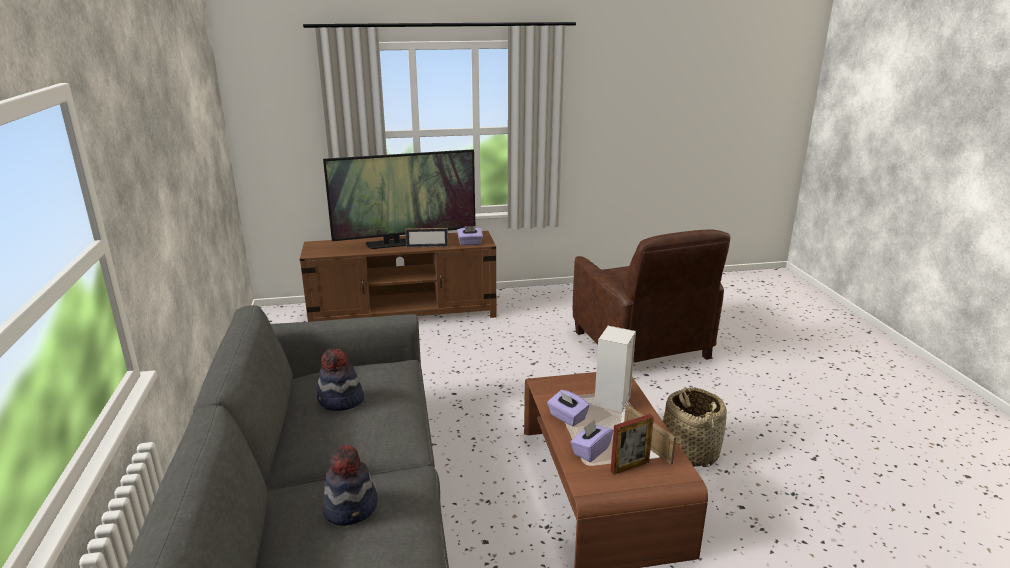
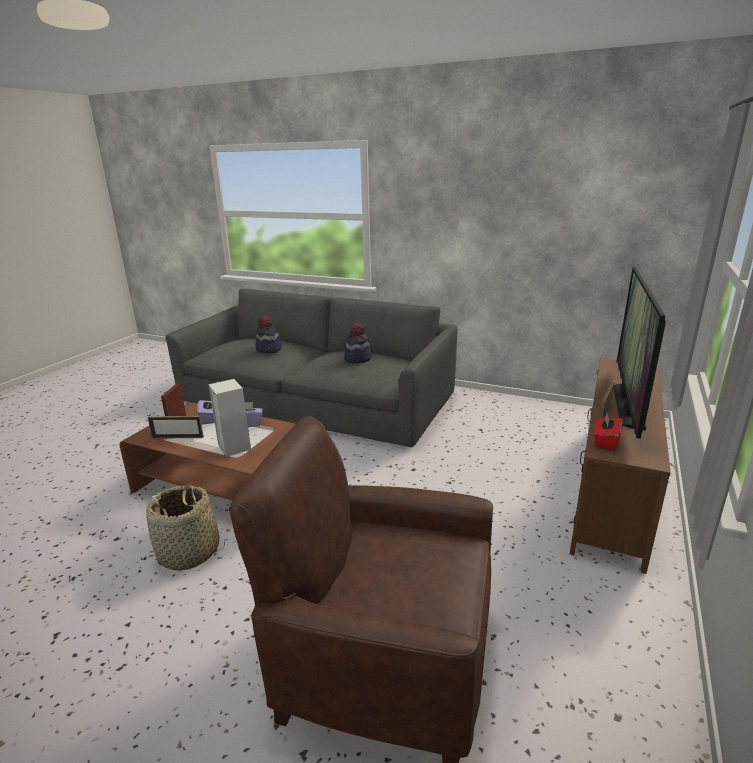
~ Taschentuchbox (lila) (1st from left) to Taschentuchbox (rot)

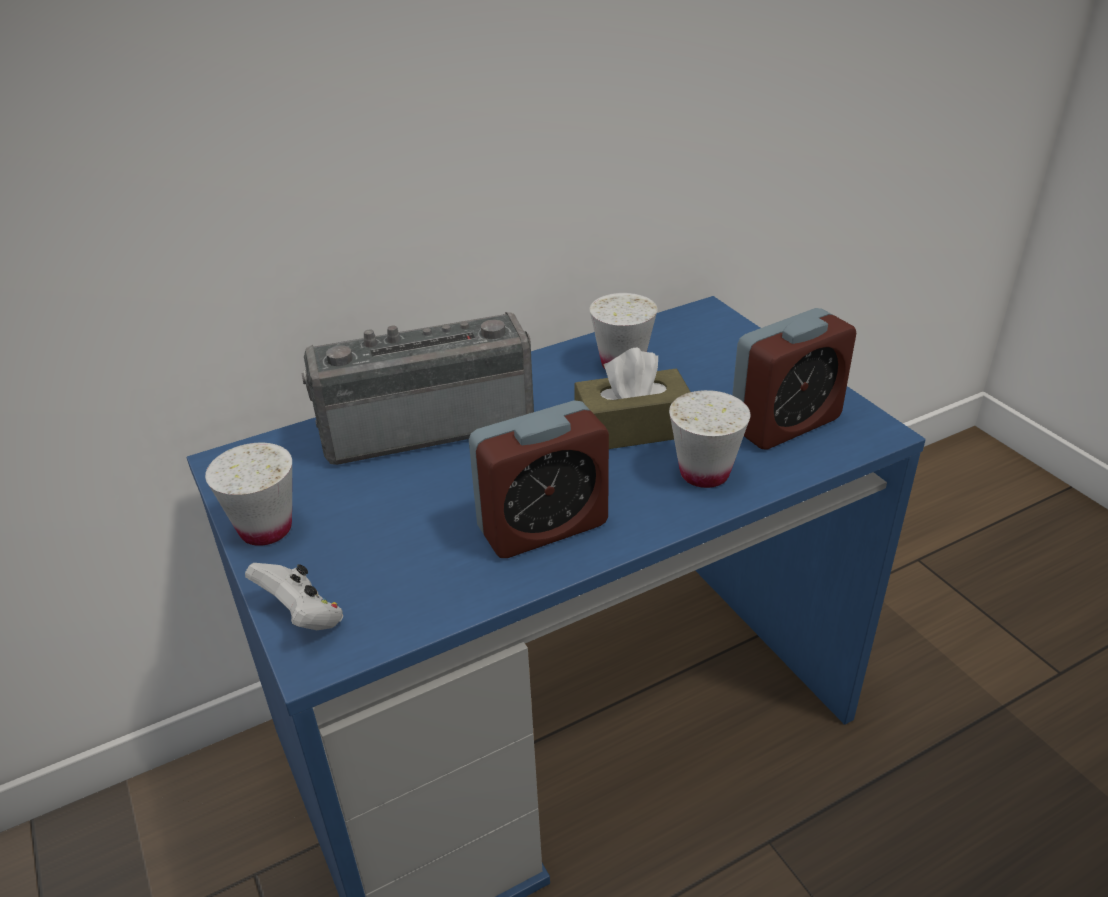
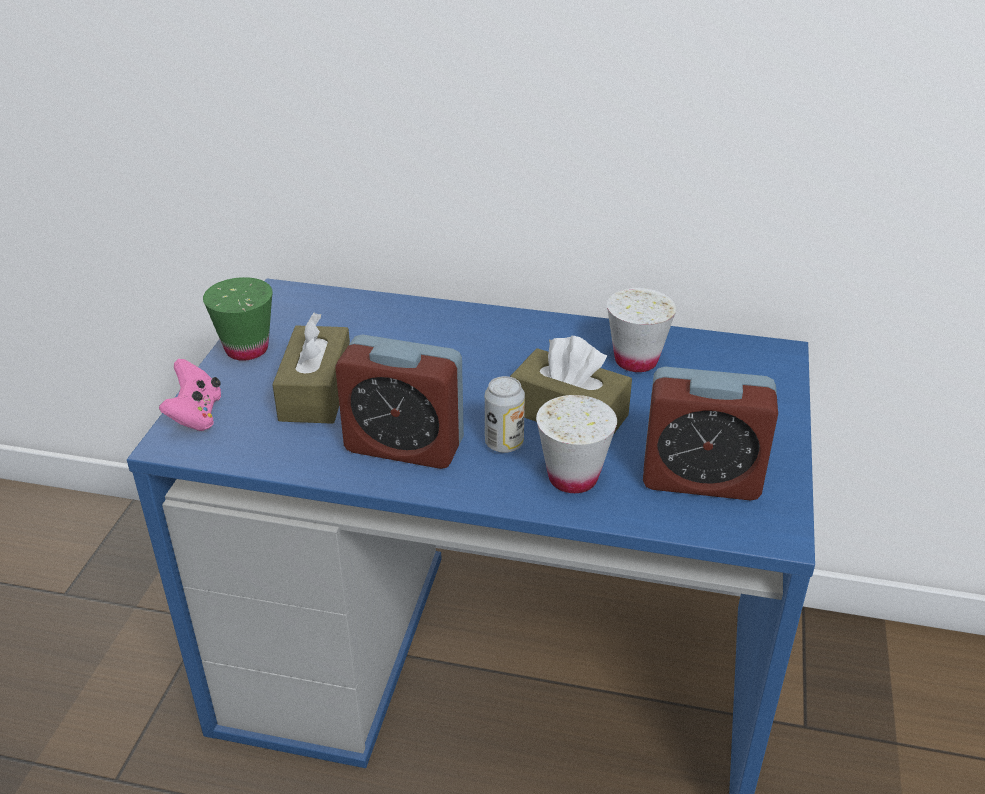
- Radio
+ Taschentuchbox (braun) (1st from left)
+ Dose
~ Tasse (weiß) (1st from left) to Tasse (grün)
~ Gamepad (weiß) to Gamepad (rosa)

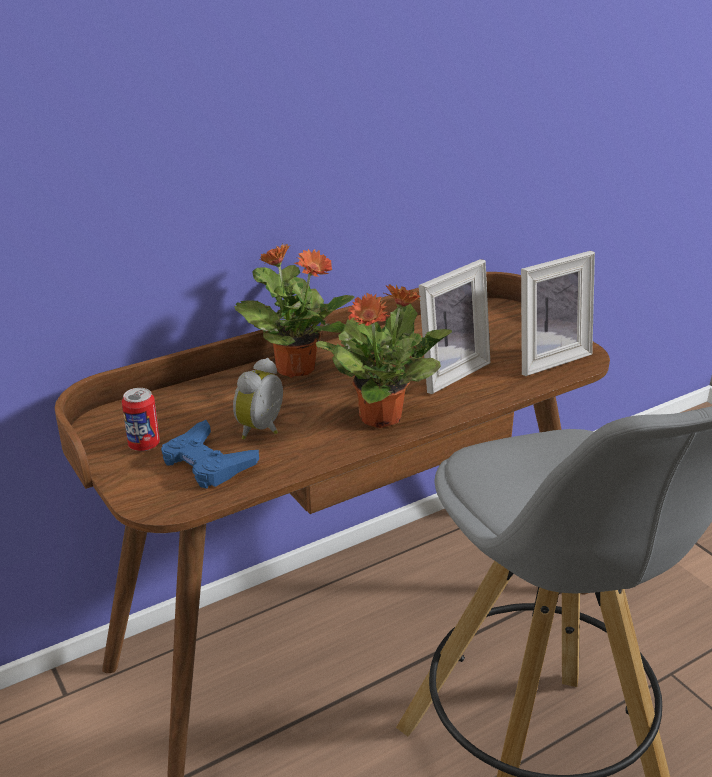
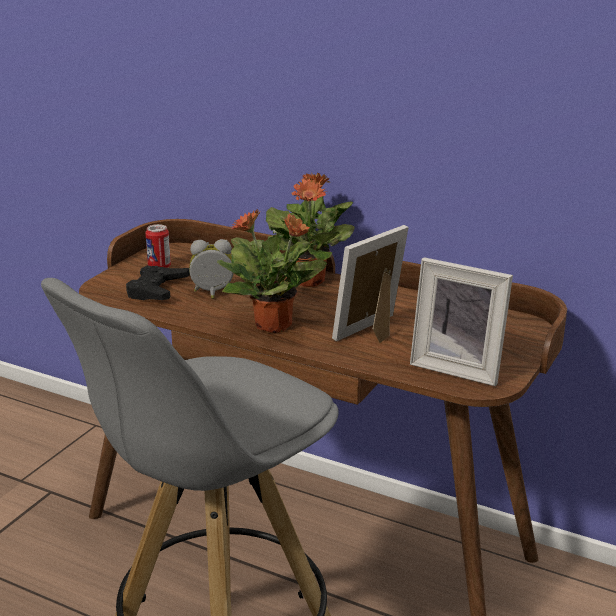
~ Gamepad (blau) to Gamepad (schwarz)
~ Bilderrahmen (1st from left) 120 degrees clockwise

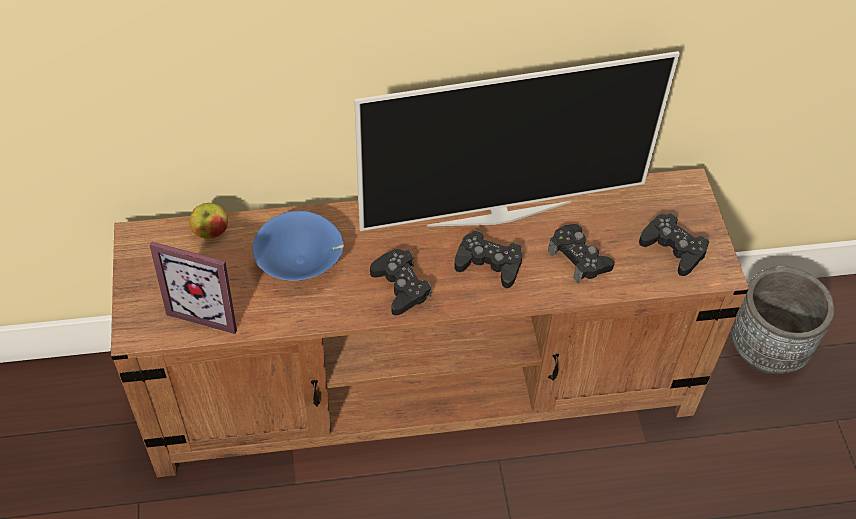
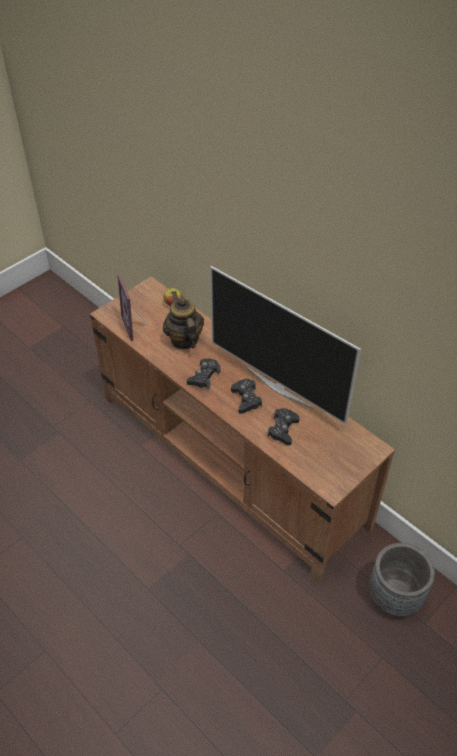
- Gamepad (schwarz) (4th from left)
~ Schüssel (blau) to Teekanne

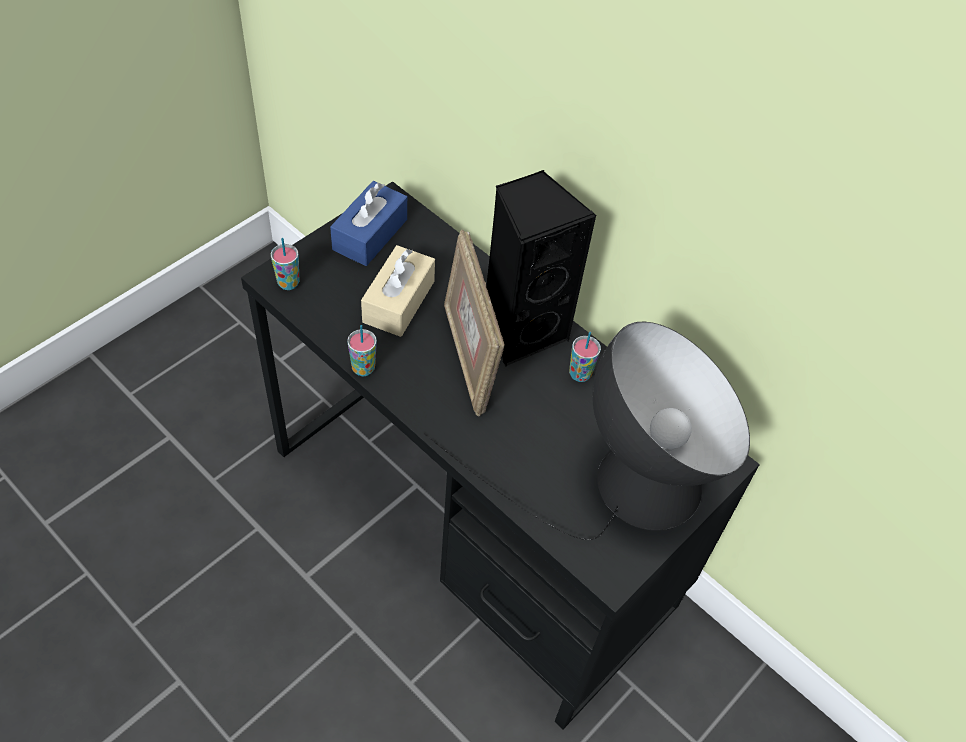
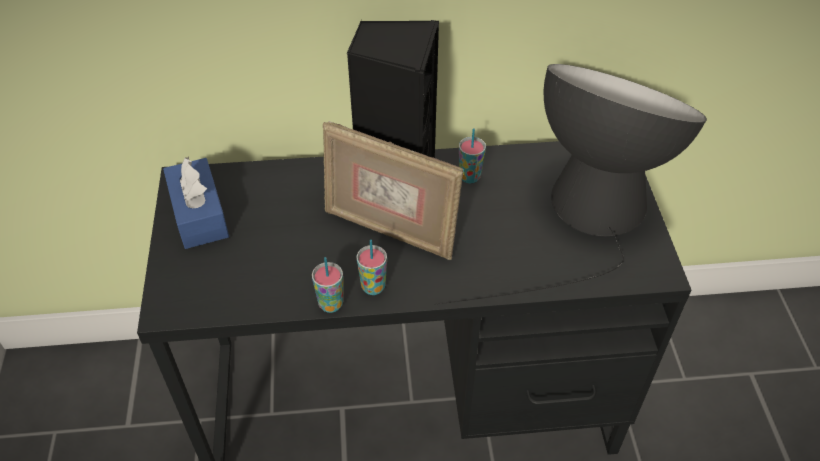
- Taschentuchbox (beige)
~ Tasse (1st from left in the first image) to Tasse (2nd from left)

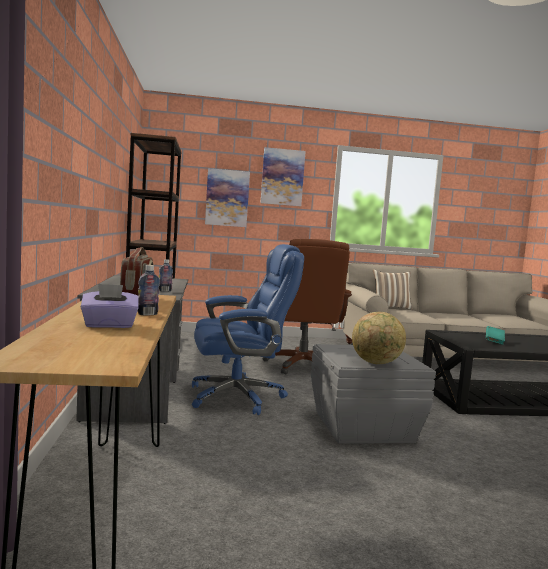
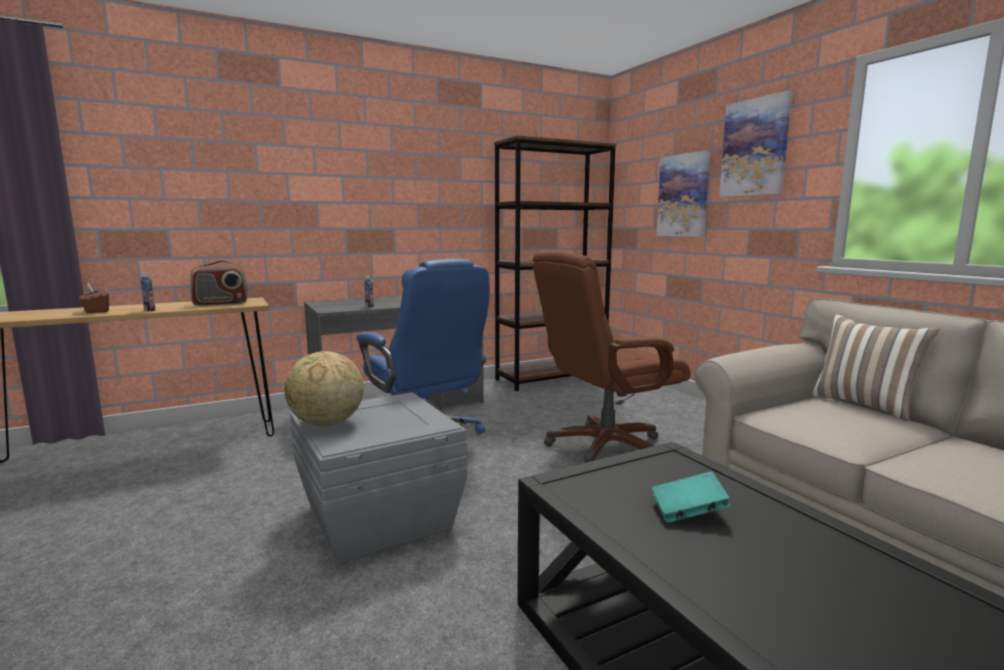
~ Taschentuchbox (lila) to Taschentuchbox (braun)

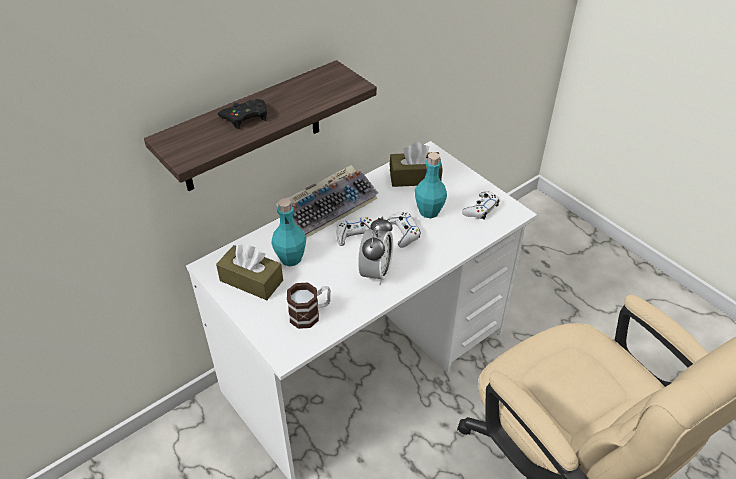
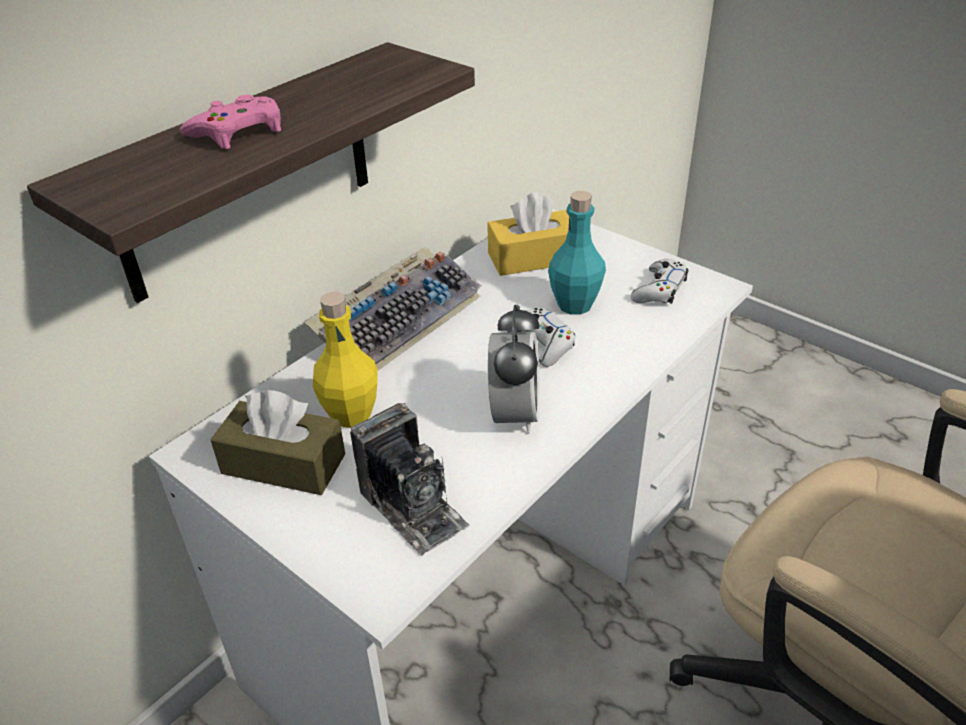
- Gamepad (weiß) (1st from left)
~ Henkelbecher to Kamera
~ Gamepad (schwarz) to Gamepad (rosa)
~ Flasche (türkis) (1st from left) to Flasche (gelb)
~ Taschentuchbox (braun) (2nd from left) to Taschentuchbox (gelb)

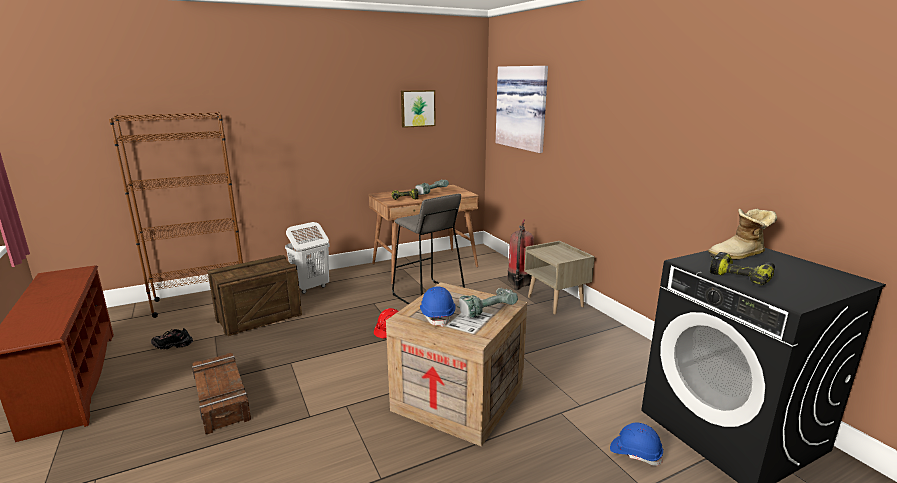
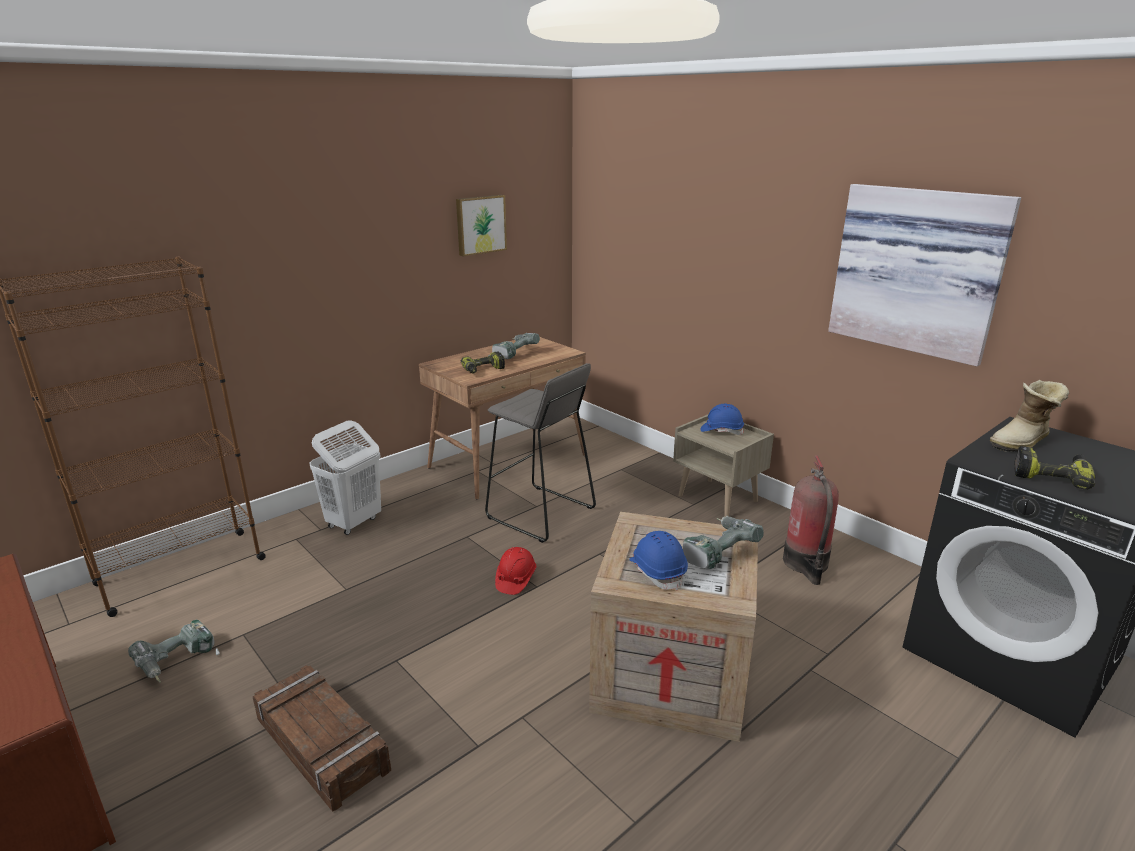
- Kiste (2nd from left)
~ Bild (2nd from left)
~ Feuerlöscher
~ Schutzhelm (blau) (2nd from left)
~ Schuh (schwarz) to Bohrmaschine (1st from left)

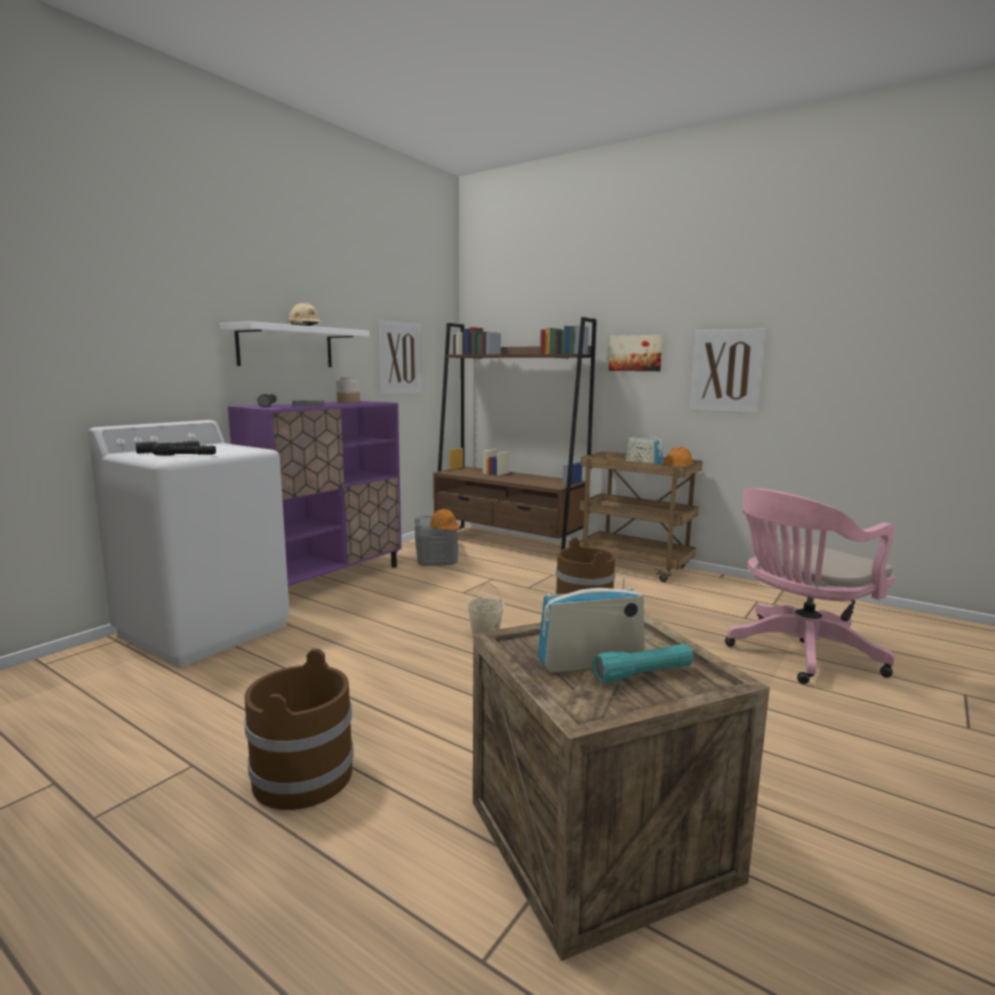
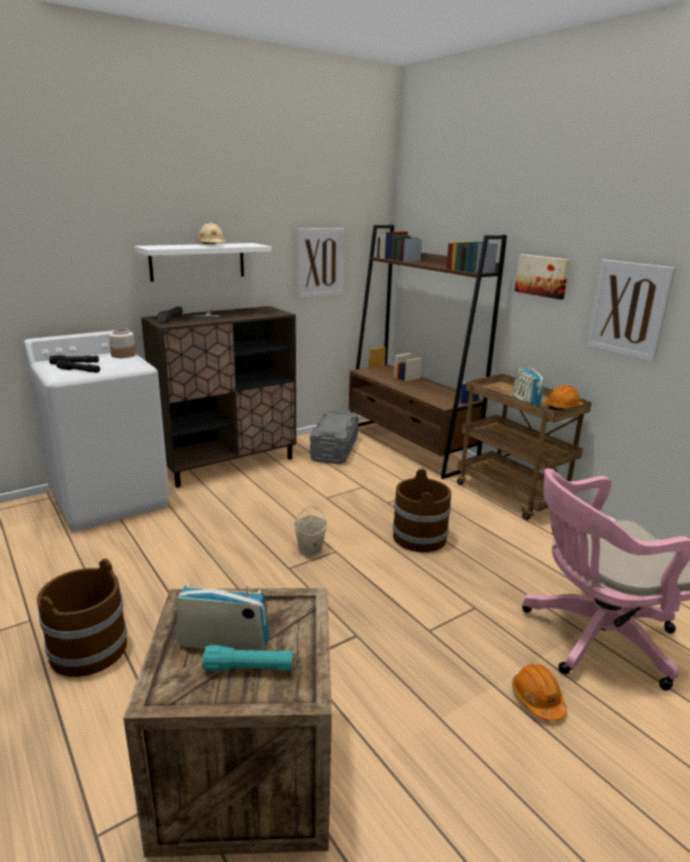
~ Vorratsglas
~ Schutzhelm (orange) (1st from left)
~ Schrank (lila) to Schrank (braun)

